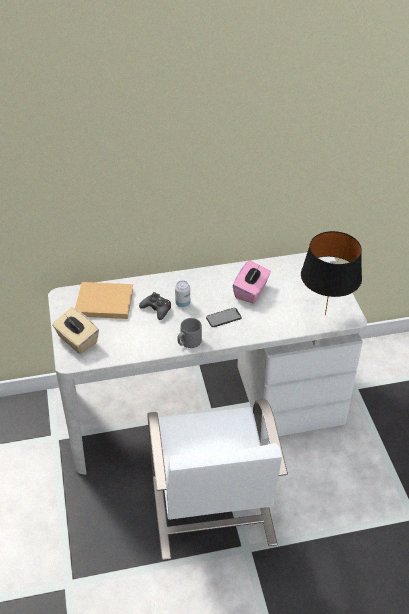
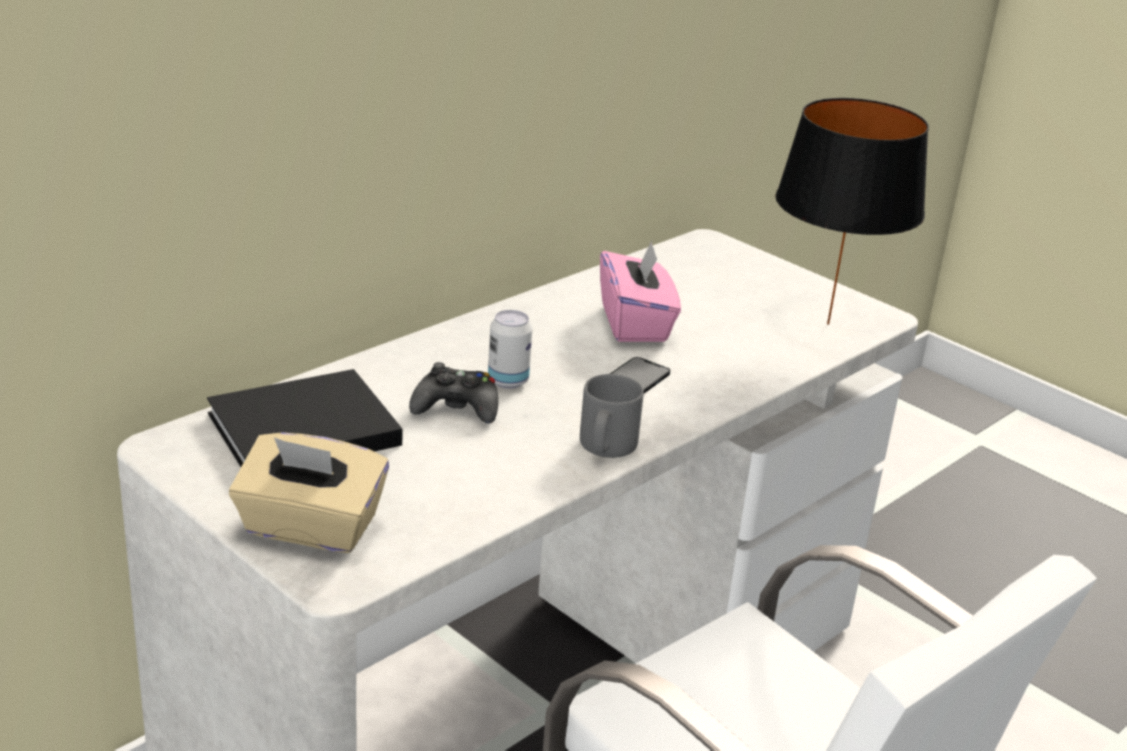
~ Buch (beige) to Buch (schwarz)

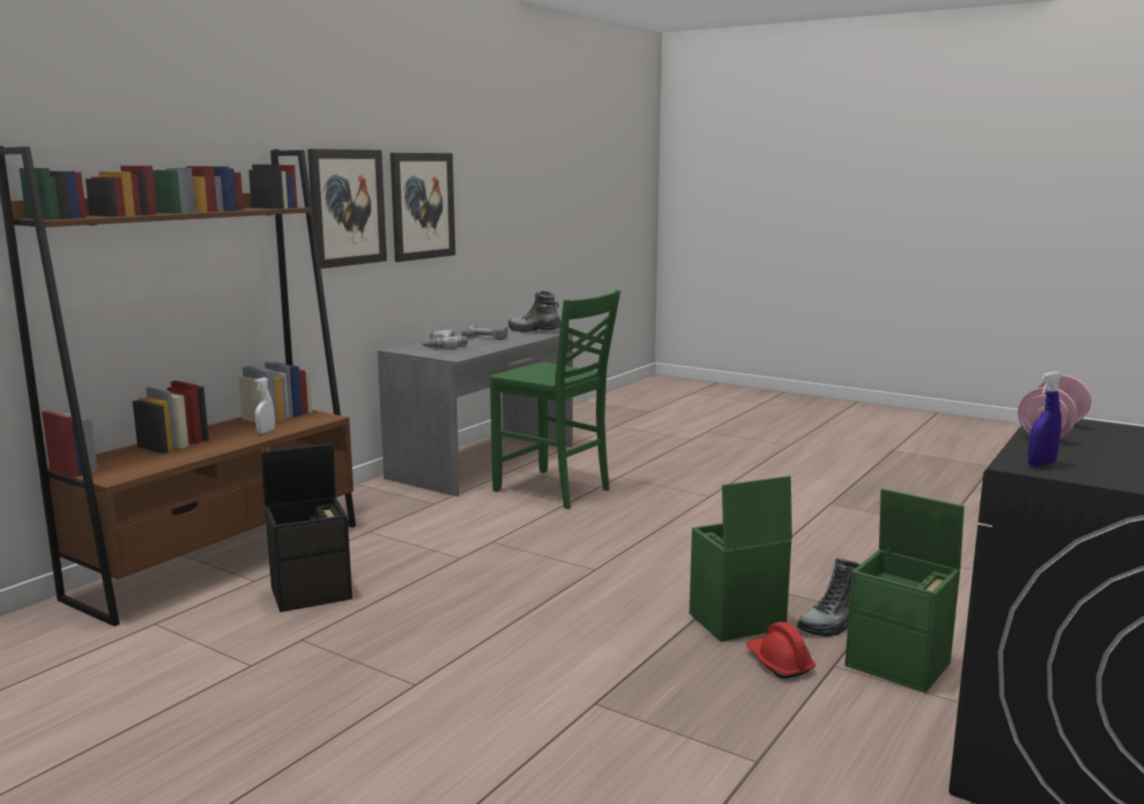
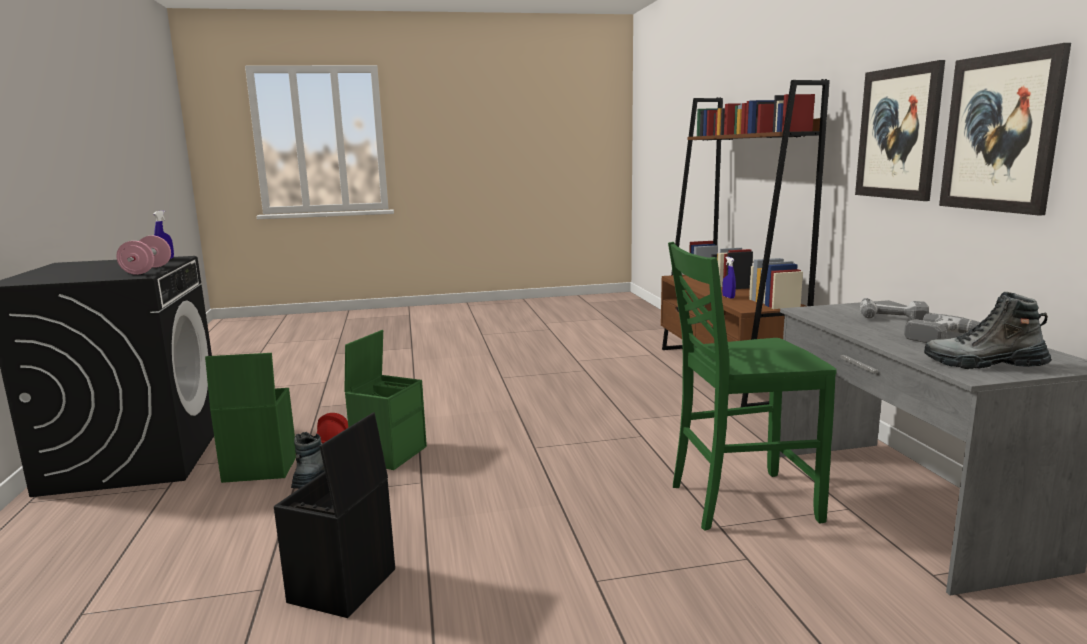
~ Aufbewahrungsbox (schwarz)
~ Sprühflasche (weiß) to Sprühflasche (blau) (2nd from left)
~ Stiefel (1st from left in the first image) 135 degrees counterclockwise

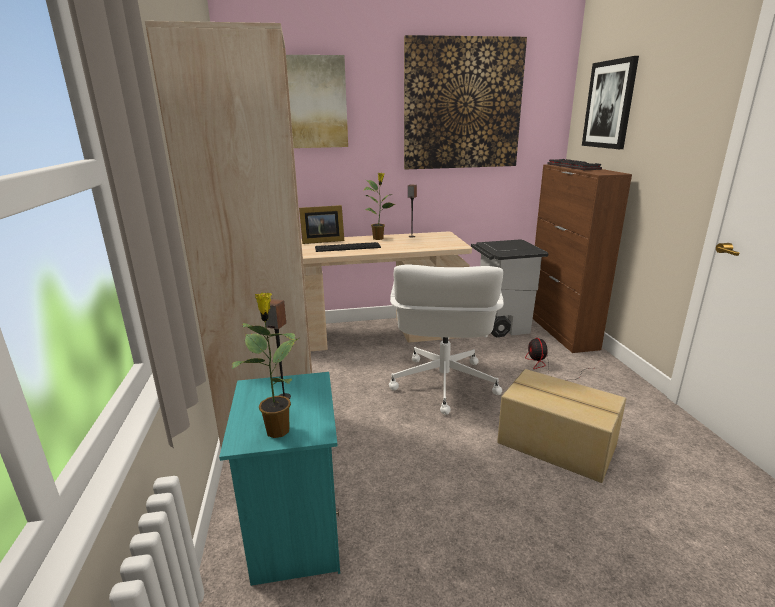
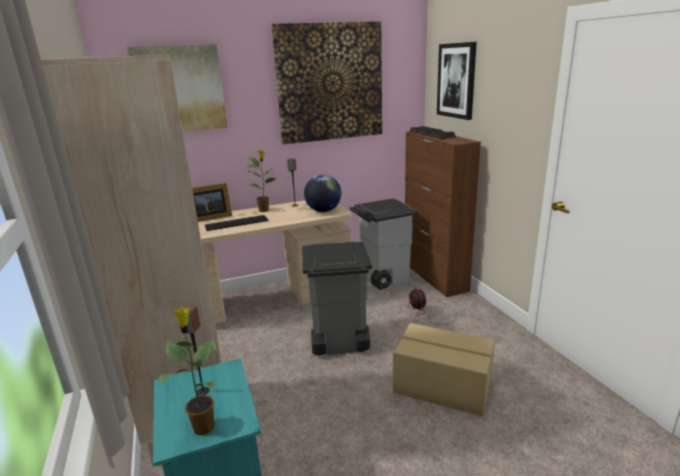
+ Globus
~ Bürostuhl (weiß) to Mülleimer (grau) (1st from left)

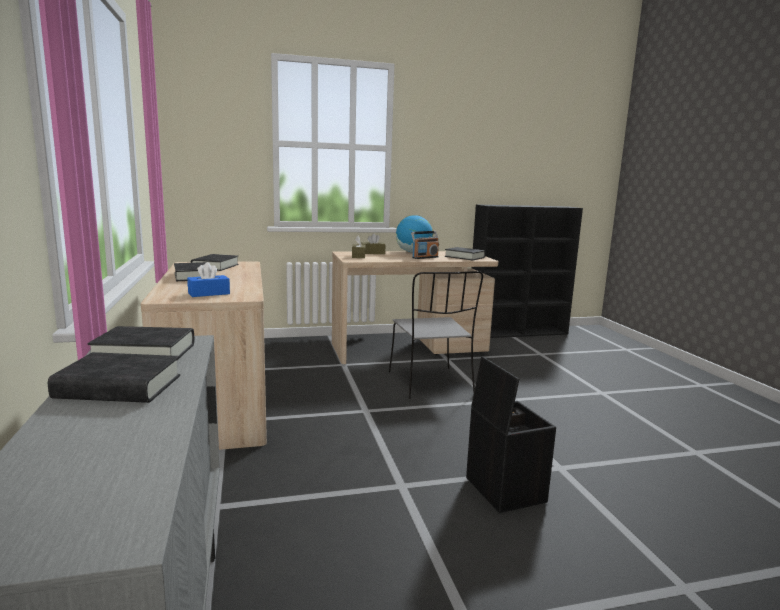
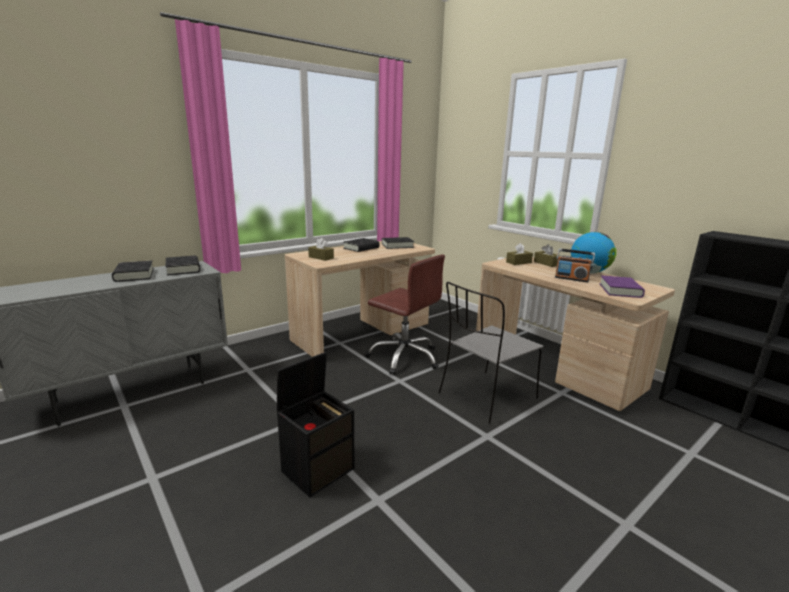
+ Bürostuhl (braun)
~ Taschentuchbox (blau) to Taschentuchbox (braun) (1st from left)
~ Buch (schwarz) (5th from left) to Buch (lila)

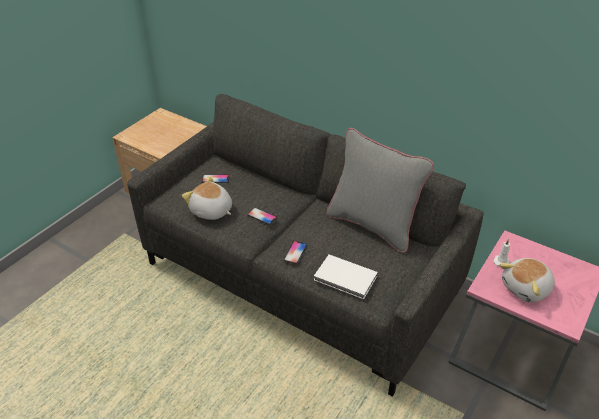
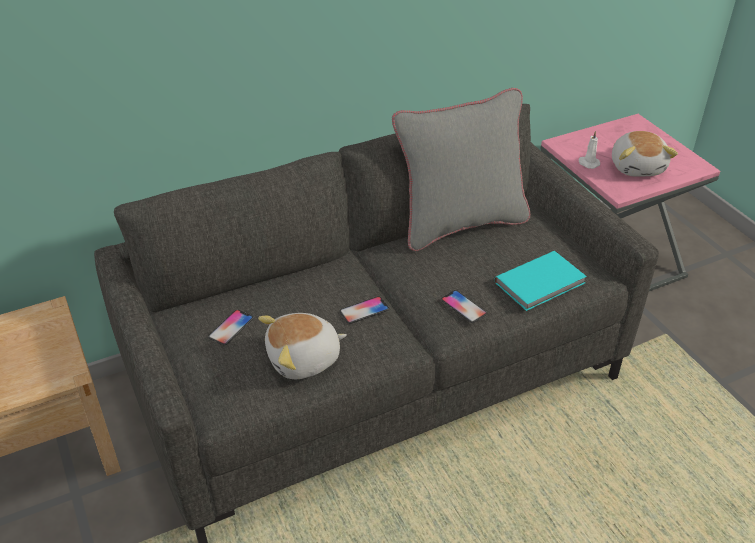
~ Buch (weiß) to Buch (türkis)

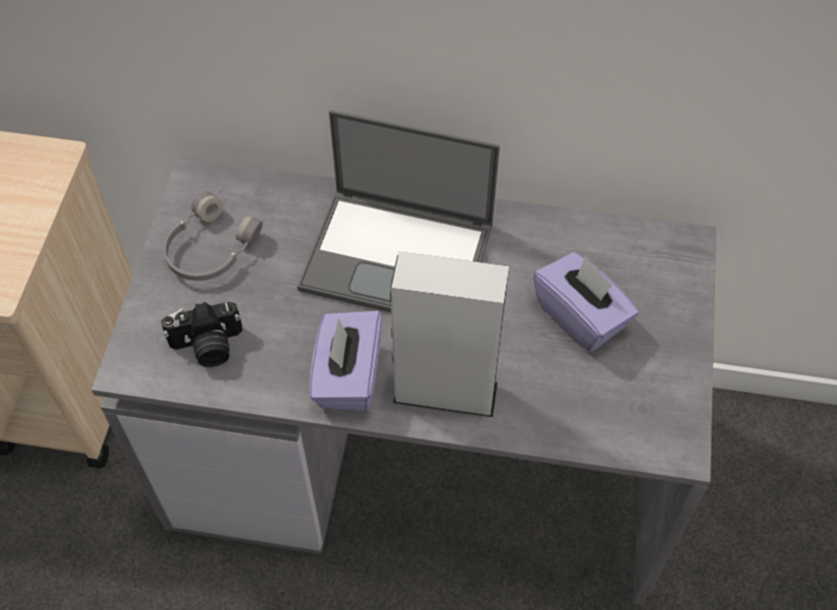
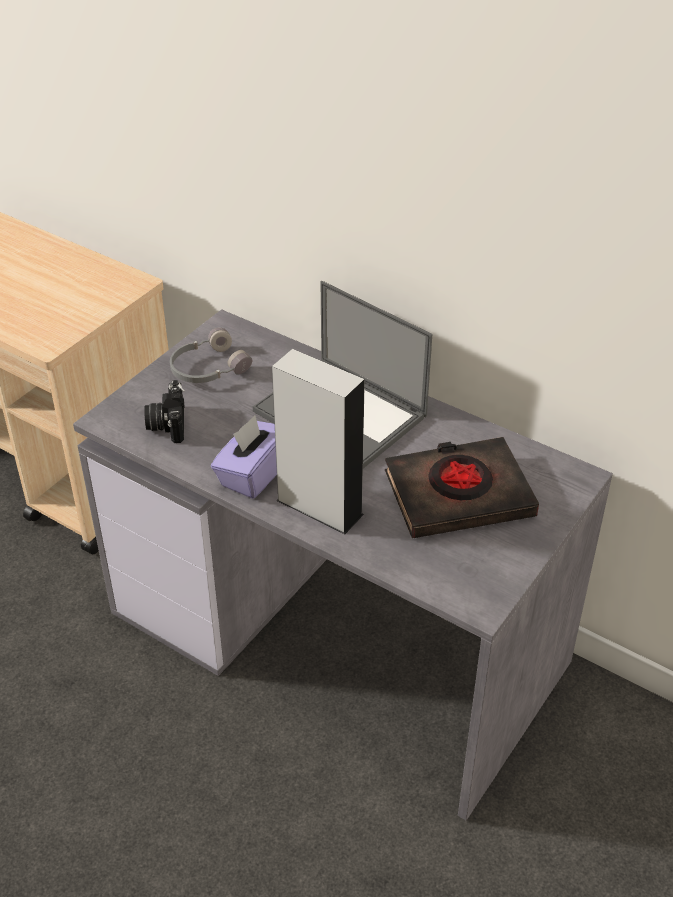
~ Taschentuchbox (lila) (2nd from left) to Buch (schwarz)
~ Kamera 75 degrees clockwise

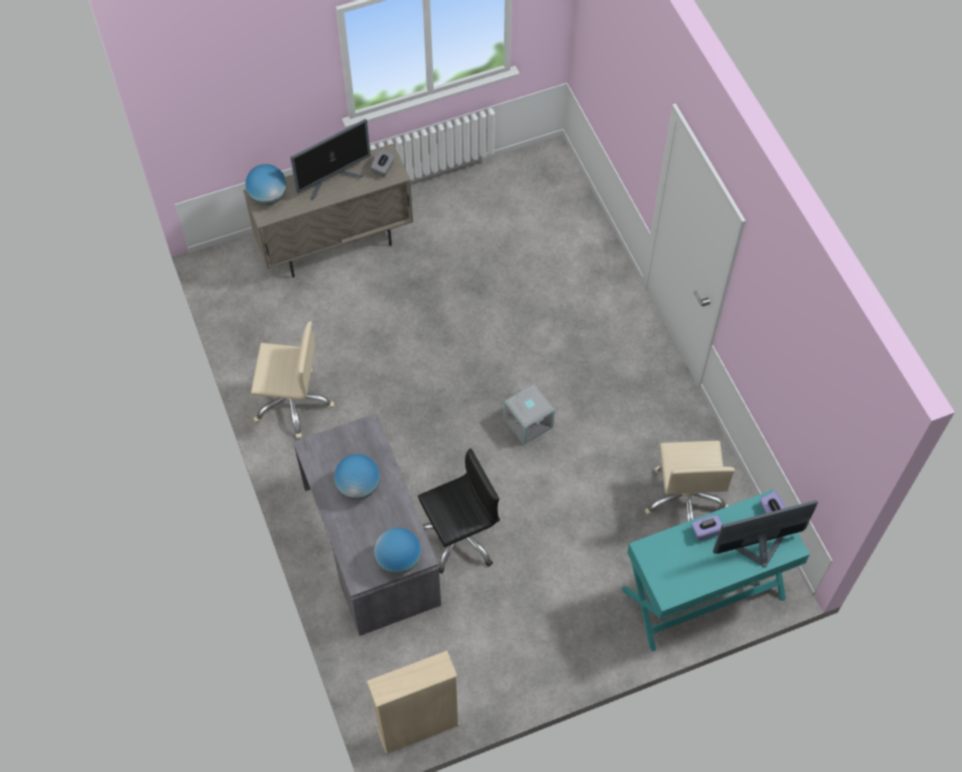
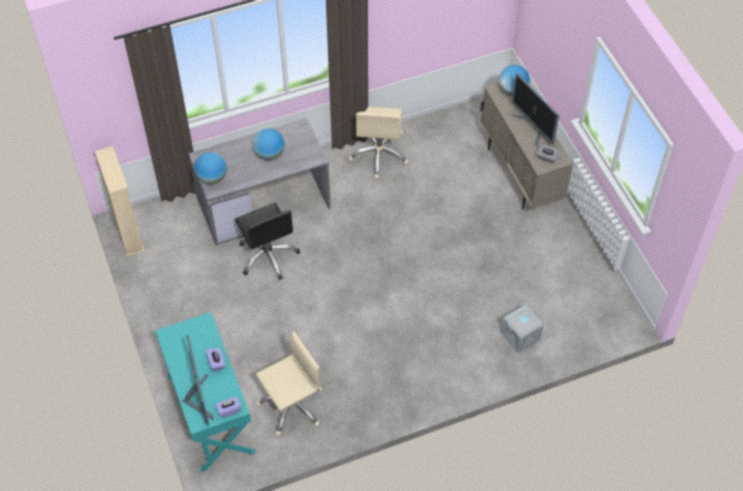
~ Aufbewahrungsbox (grau)
~ Bürostuhl (beige) (2nd from left in the first image) 150 degrees clockwise

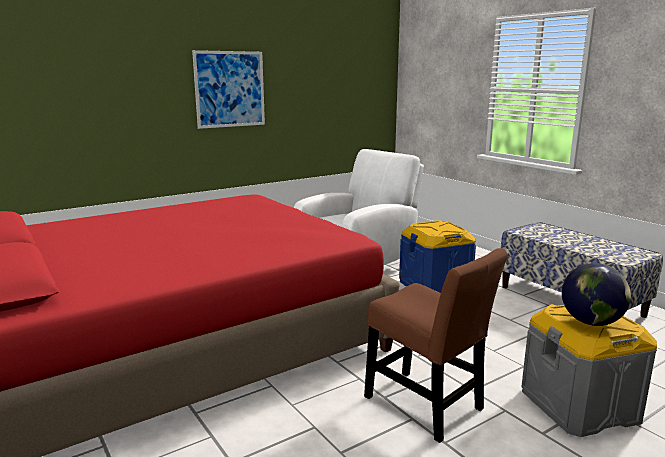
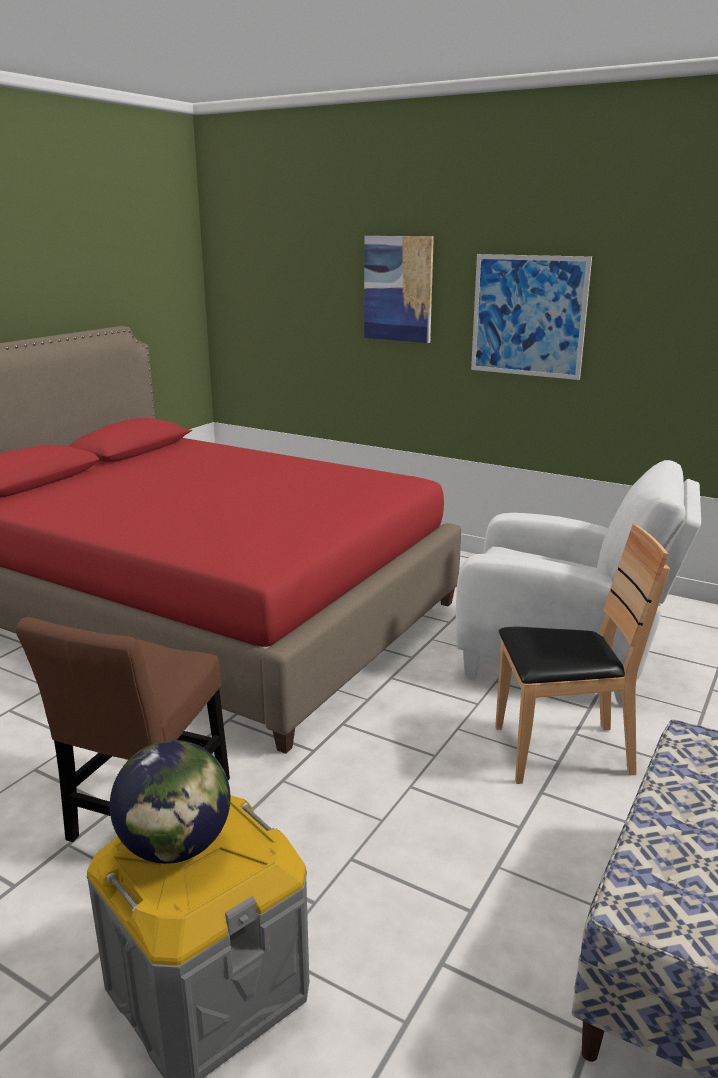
+ Bild (1st from left)
~ Aufbewahrungsbox (blau) to Stuhl (braun) (2nd from left)

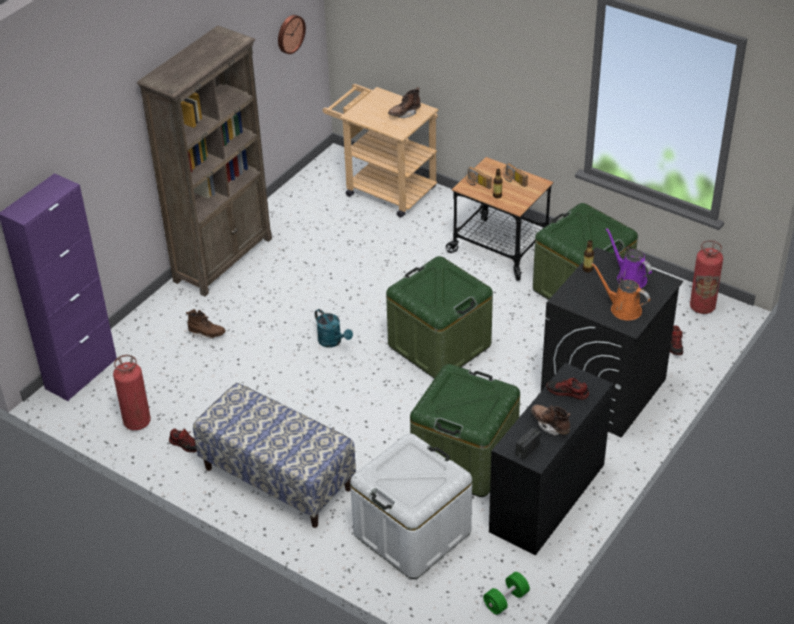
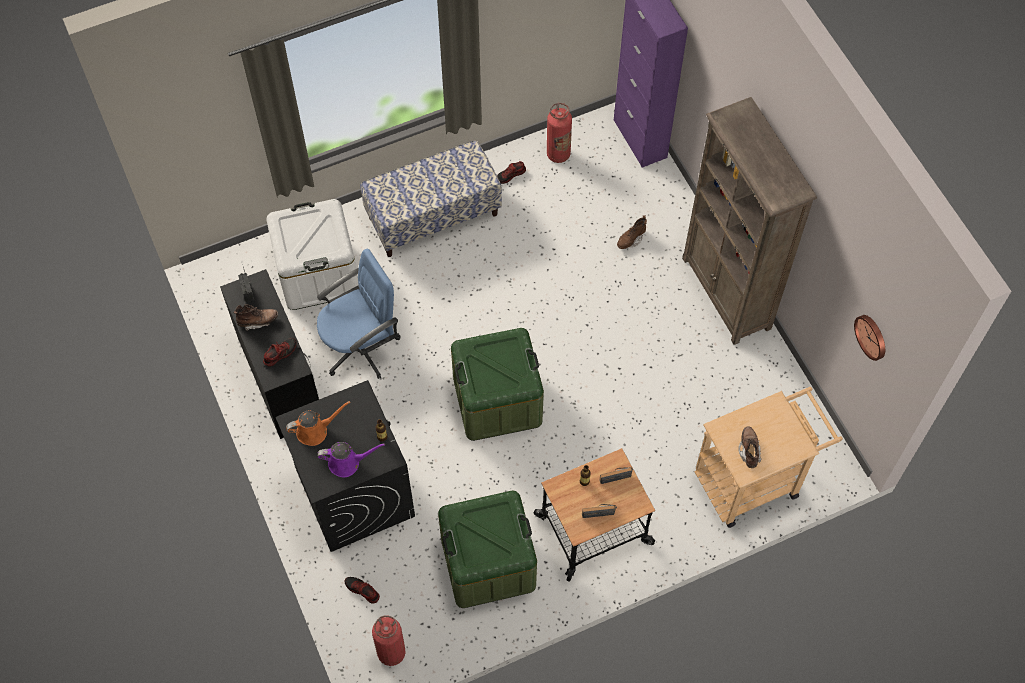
- Gießkanne (türkis)
- Hantel (grün)
~ Aufbewahrungsbox (grün) (2nd from left) to Bürostuhl (blau)

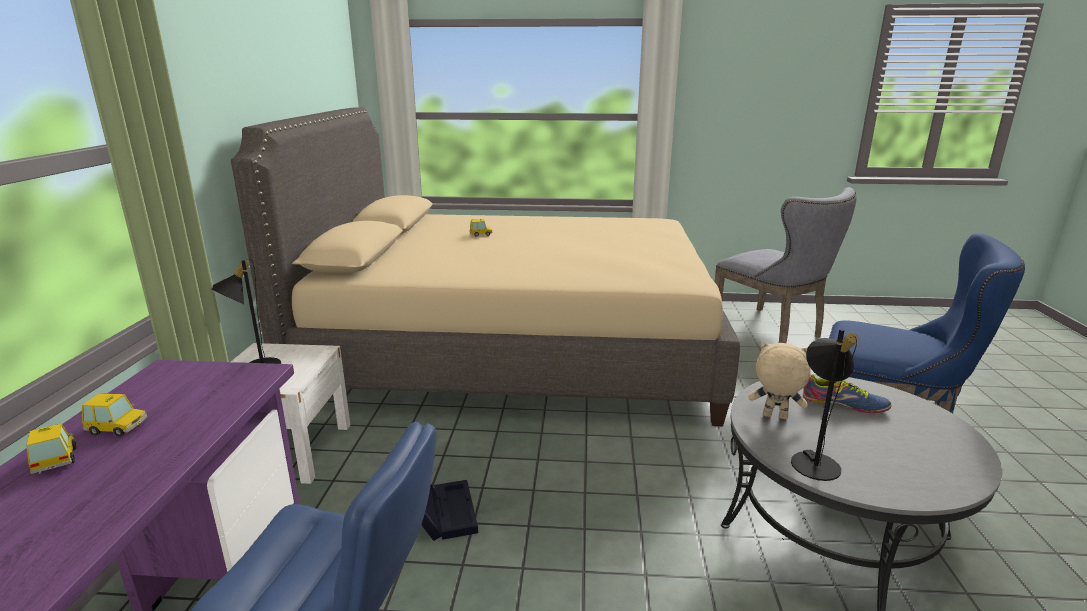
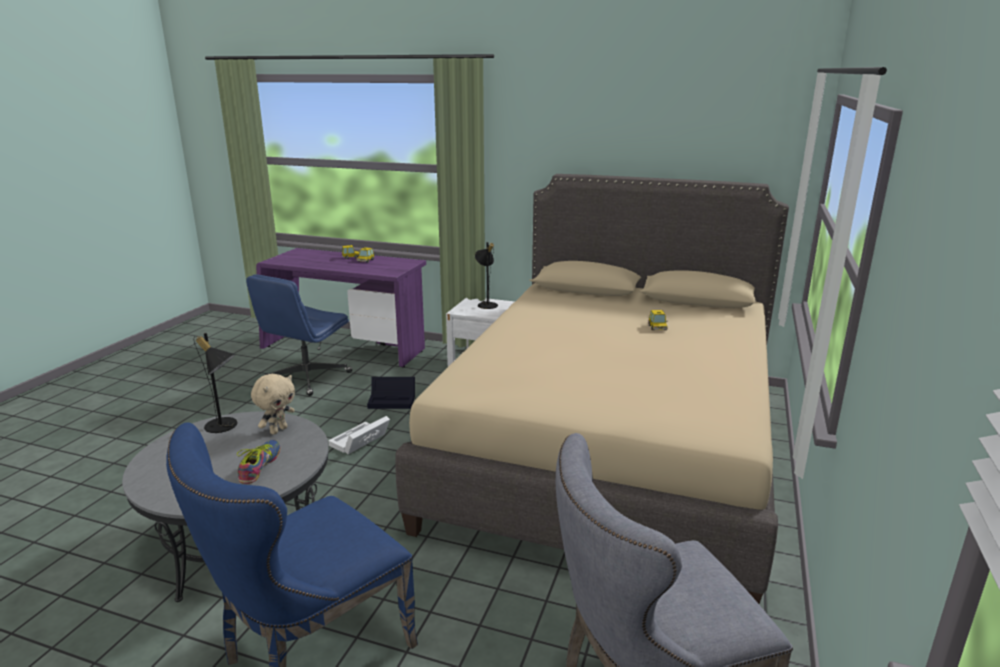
+ Aufbewahrungsbox (weiß)
~ Schuh 150 degrees clockwise

